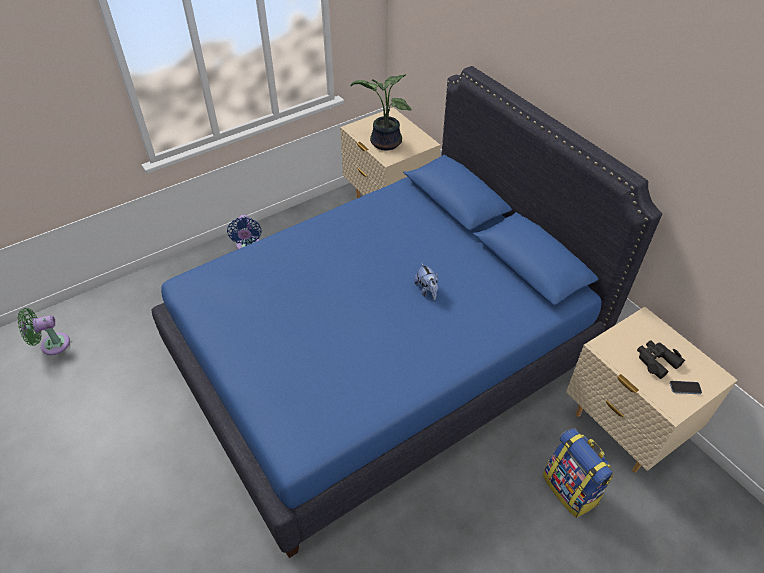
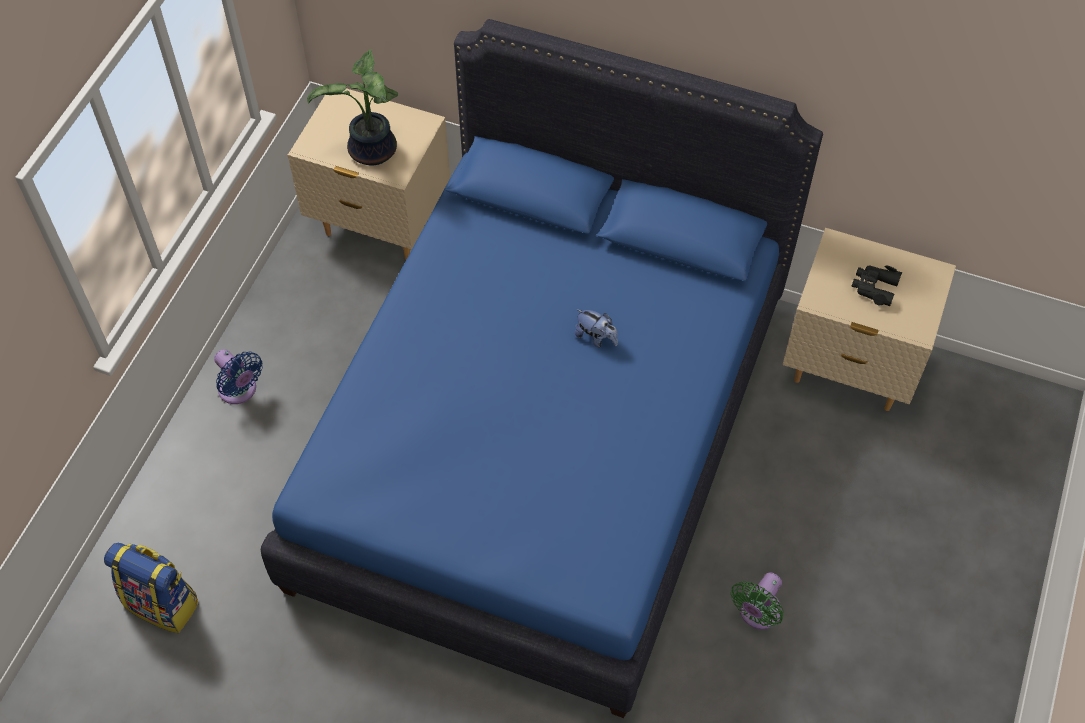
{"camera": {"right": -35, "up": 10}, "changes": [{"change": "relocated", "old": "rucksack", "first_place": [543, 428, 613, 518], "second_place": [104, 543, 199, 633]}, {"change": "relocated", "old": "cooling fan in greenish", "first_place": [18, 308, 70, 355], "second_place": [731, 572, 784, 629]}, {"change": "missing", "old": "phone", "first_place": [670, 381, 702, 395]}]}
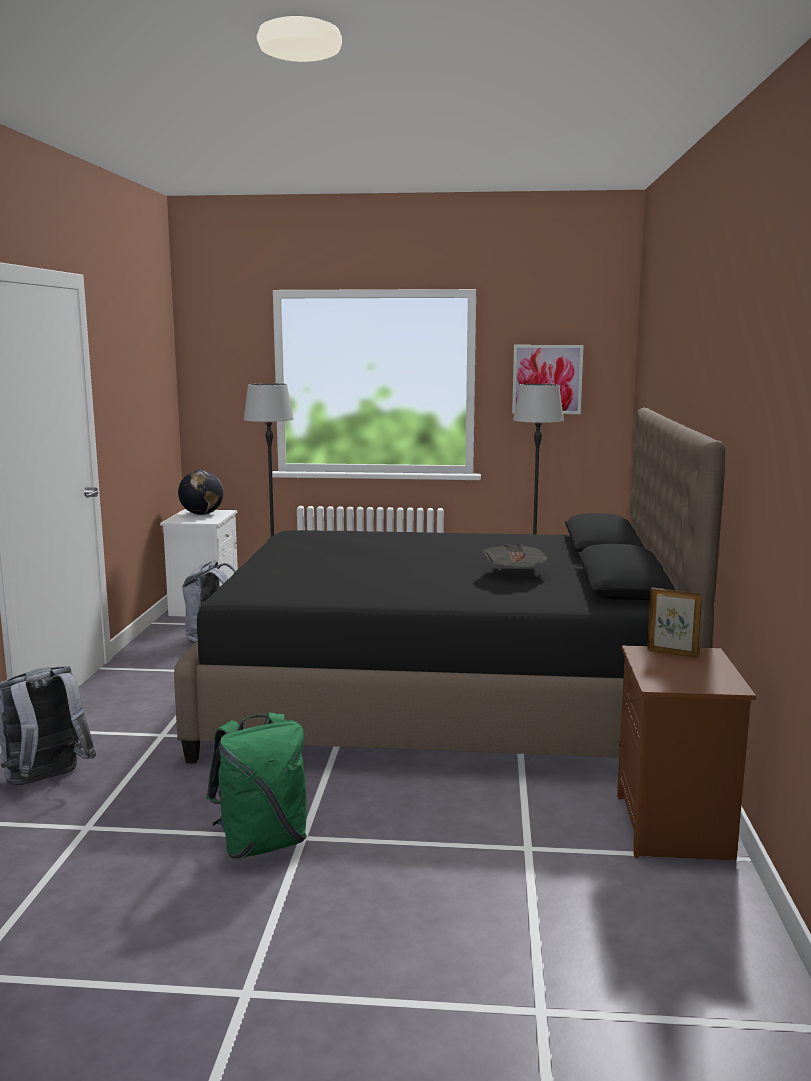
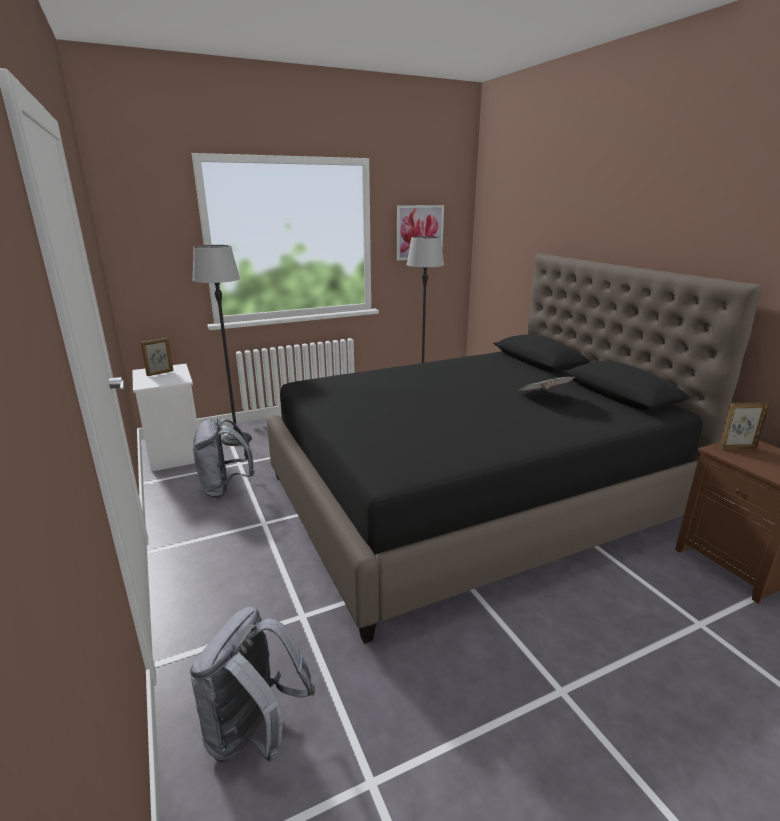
{"camera": {"right": -30, "up": 10}, "changes": [{"change": "exchanged", "old": "desk globe", "new": "picture frame", "first_place": [178, 470, 224, 515], "second_place": [141, 338, 174, 376]}, {"change": "missing", "old": "rucksack in greenish", "first_place": [206, 712, 307, 859]}]}
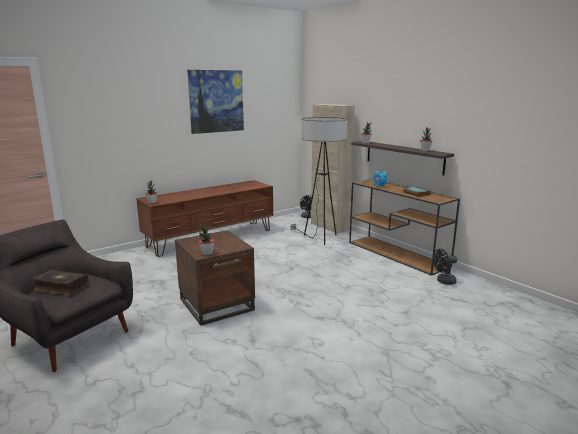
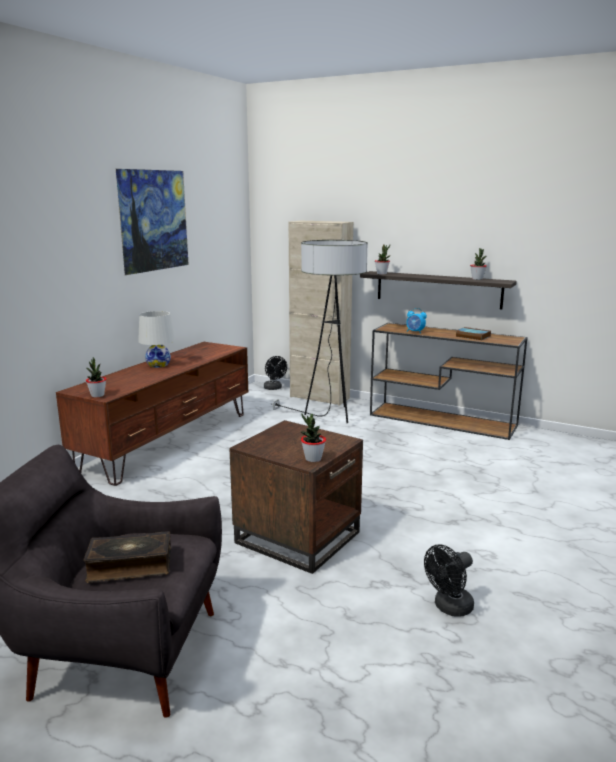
{"camera": {"right": -25, "up": 0}, "changes": [{"change": "appeared", "new": "table lamp in white", "second_place": [138, 311, 175, 368]}, {"change": "relocated", "old": "cooling fan in blackish", "first_place": [433, 249, 457, 285], "second_place": [424, 544, 474, 617]}]}
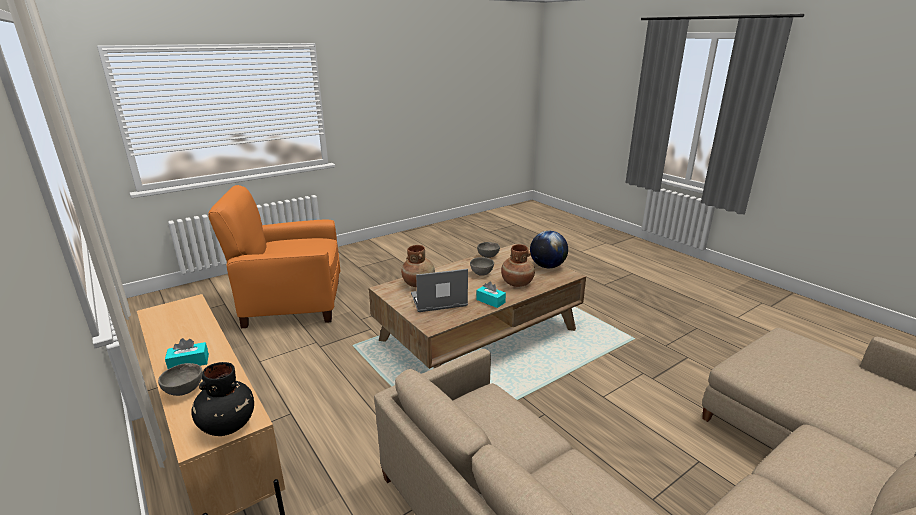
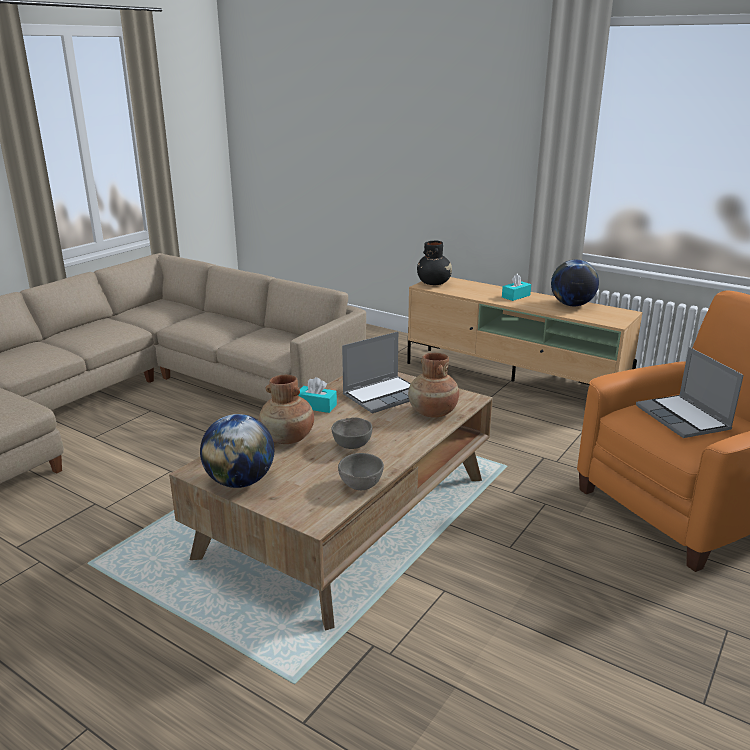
{"camera": {"right": 160, "up": 0}, "changes": [{"change": "appeared", "new": "desk globe", "second_place": [551, 260, 599, 306]}, {"change": "appeared", "new": "notebook computer", "second_place": [636, 347, 744, 438]}, {"change": "missing", "old": "deep dish in gray", "first_place": [158, 363, 203, 396]}]}
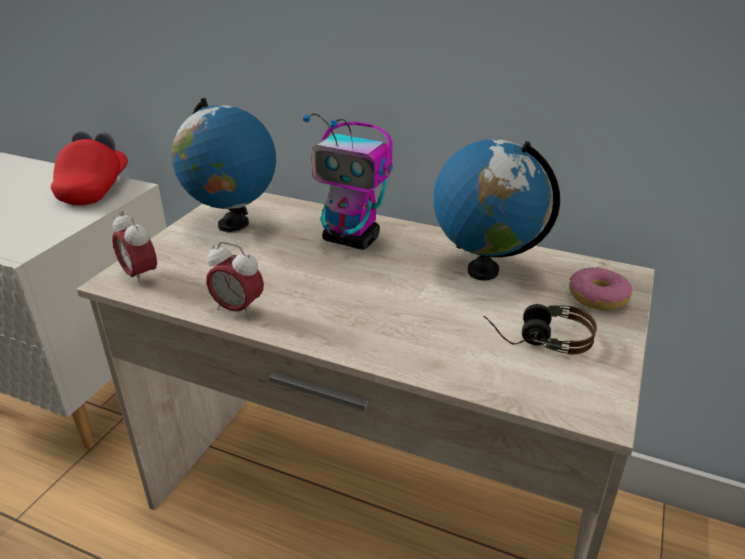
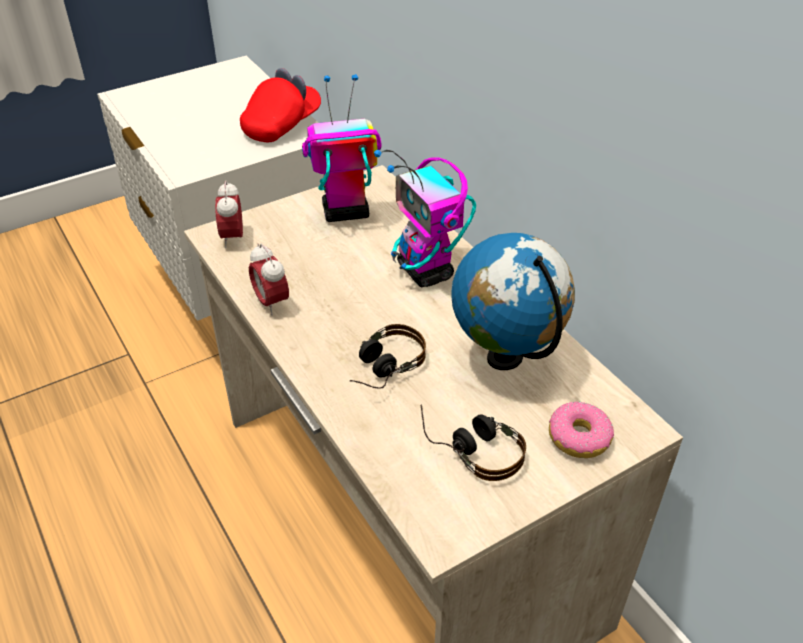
{"camera": {"right": 35, "up": 10}, "changes": [{"change": "exchanged", "old": "desk globe", "new": "toy robot", "first_place": [172, 98, 276, 232], "second_place": [302, 74, 382, 222]}, {"change": "appeared", "new": "headset", "second_place": [350, 324, 426, 388]}]}
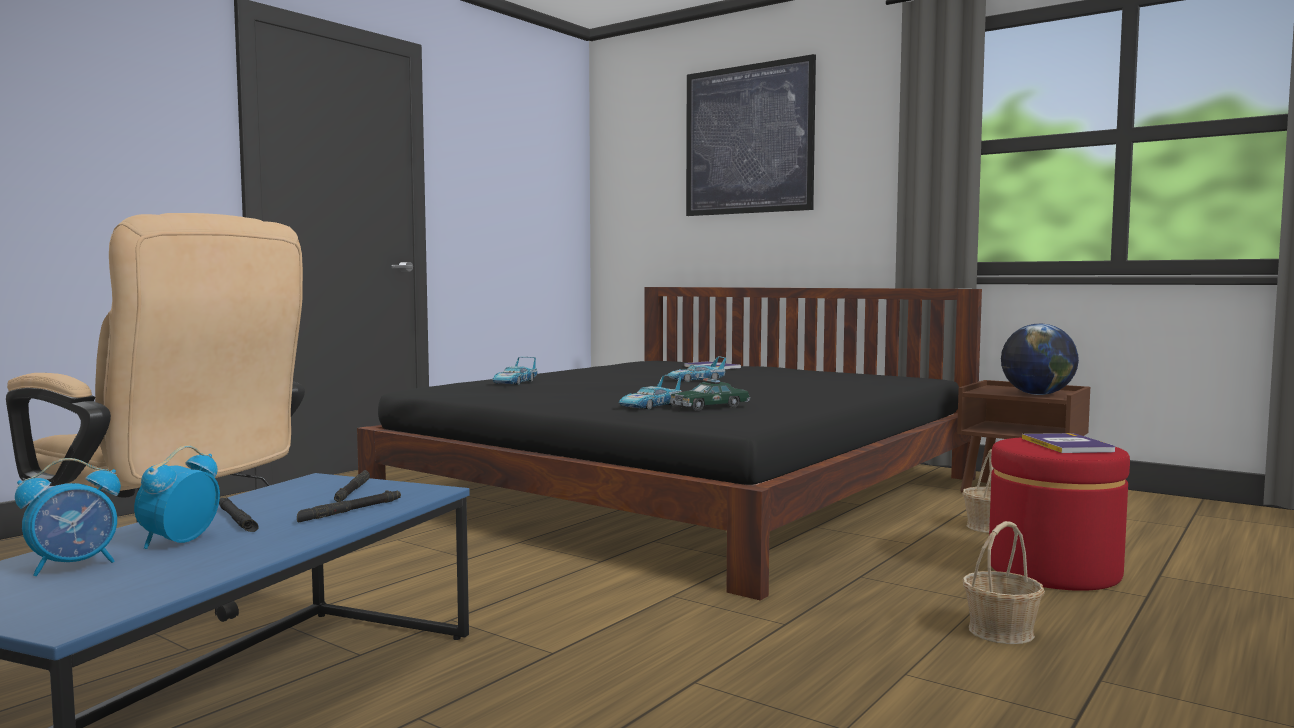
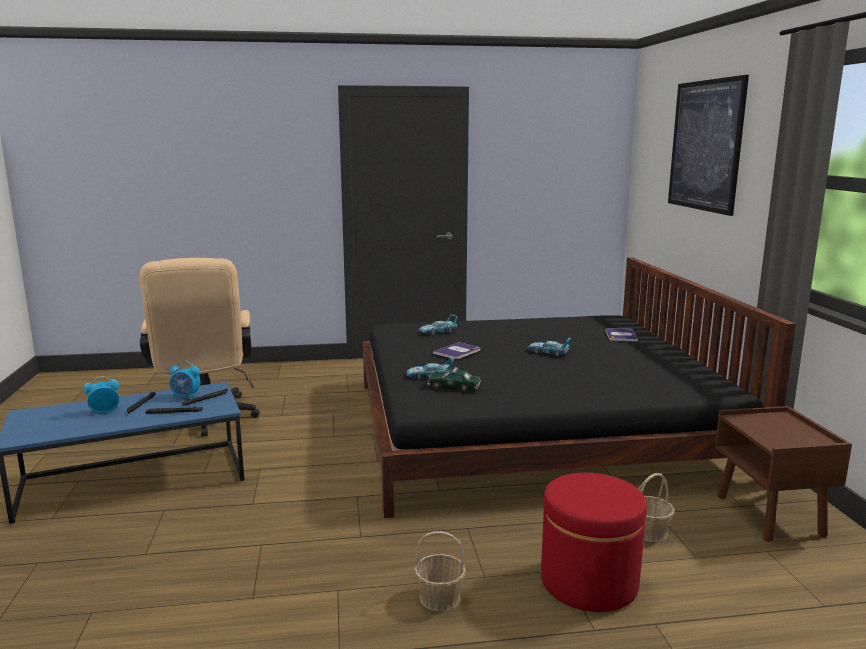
{"camera": {"right": 45, "up": 10}, "changes": [{"change": "relocated", "old": "table clock", "first_place": [15, 458, 121, 576], "second_place": [169, 361, 200, 398]}, {"change": "relocated", "old": "bound book", "first_place": [1022, 433, 1115, 453], "second_place": [433, 342, 480, 359]}, {"change": "missing", "old": "desk globe", "first_place": [1001, 323, 1079, 395]}]}
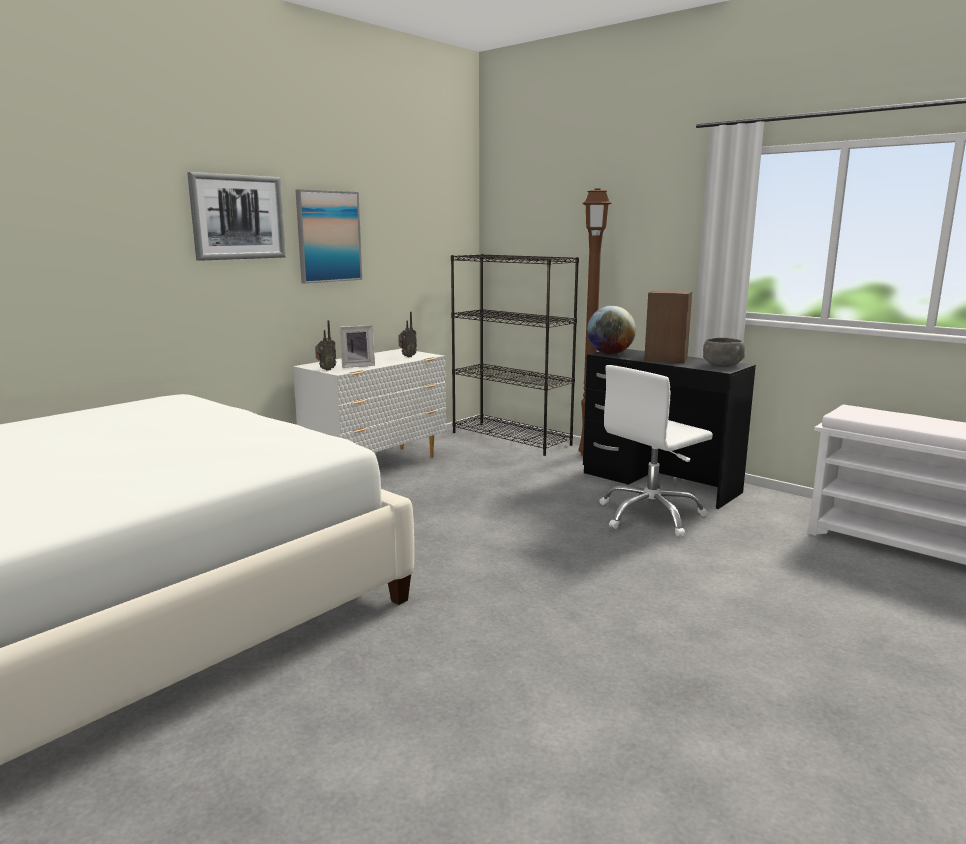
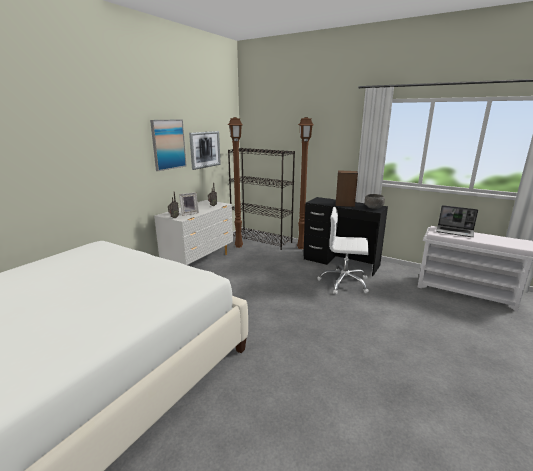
{"camera": {"right": -10, "up": 5}, "changes": [{"change": "relocated", "old": "wall picture", "first_place": [187, 172, 286, 261], "second_place": [189, 131, 221, 170]}, {"change": "appeared", "new": "standing lamp in brownish", "second_place": [228, 117, 243, 248]}, {"change": "spun", "old": "desk chair in white", "first_place": [599, 365, 713, 537], "second_place": [317, 207, 369, 294], "degrees": 60}, {"change": "appeared", "new": "notebook computer", "second_place": [436, 205, 478, 237]}, {"change": "missing", "old": "desk globe", "first_place": [587, 306, 636, 354]}]}
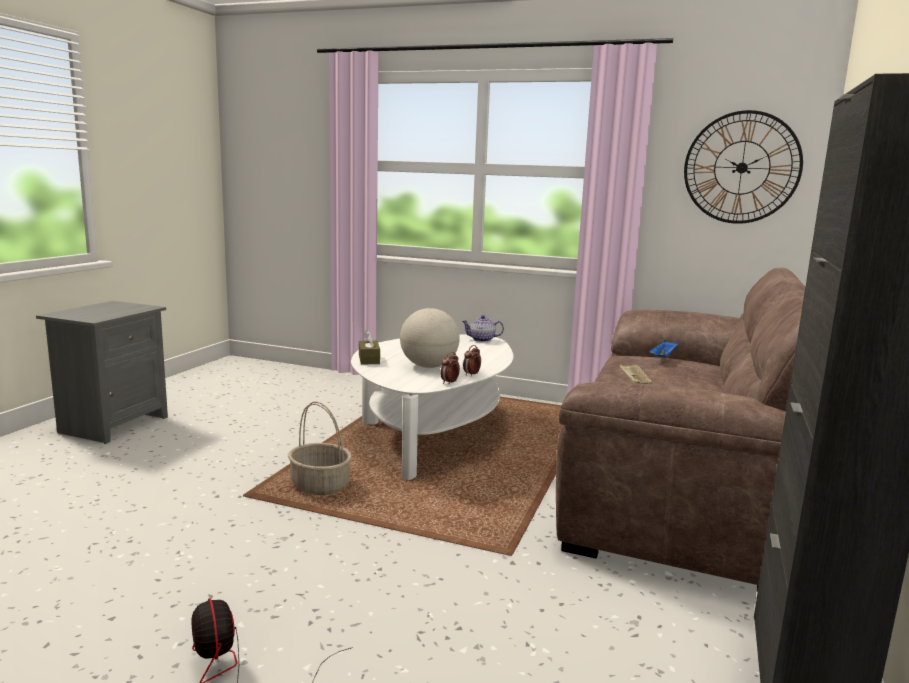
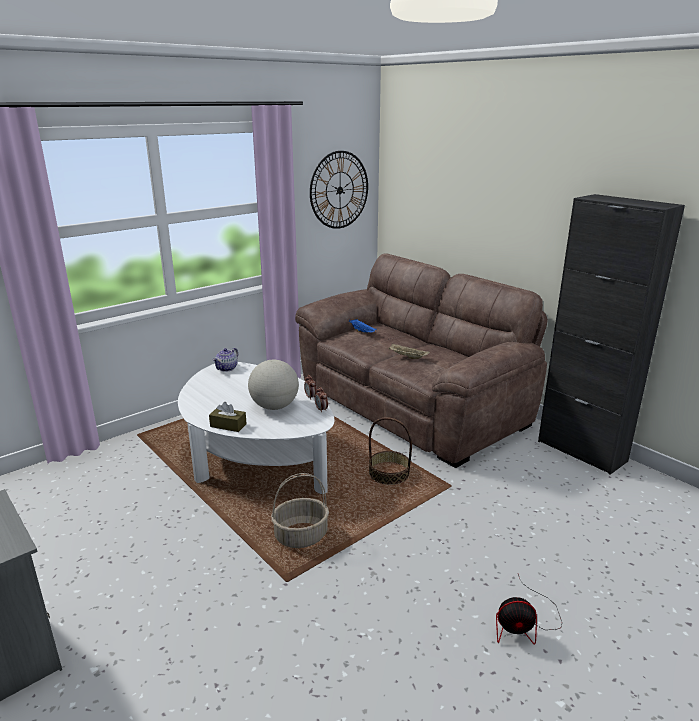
{"camera": {"right": -60, "up": 10}, "changes": [{"change": "appeared", "new": "household basket", "second_place": [369, 417, 412, 485]}]}
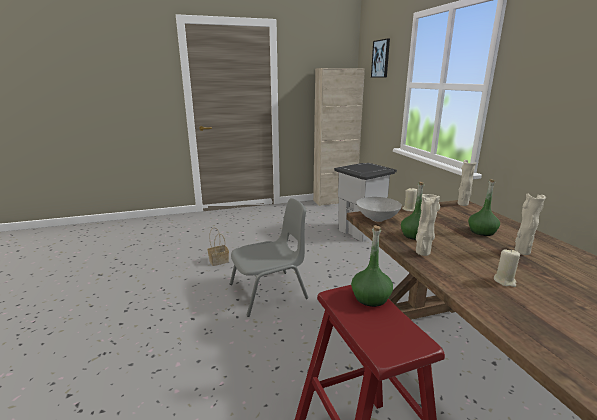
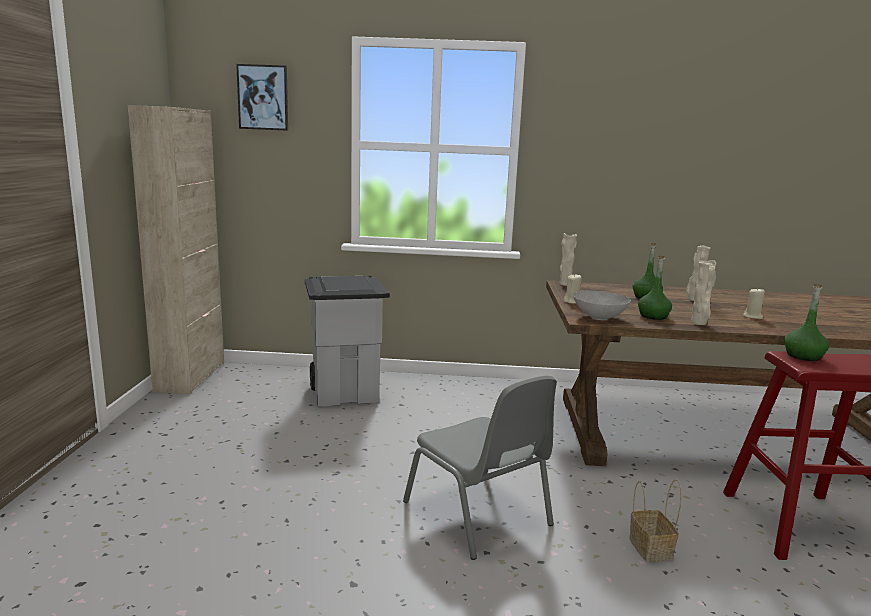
{"camera": {"right": -70, "up": -5}, "changes": [{"change": "spun", "old": "plain chair in gray", "first_place": [230, 198, 308, 317], "second_place": [403, 376, 557, 560], "degrees": 150}, {"change": "relocated", "old": "household basket", "first_place": [207, 227, 229, 266], "second_place": [629, 479, 682, 562]}]}
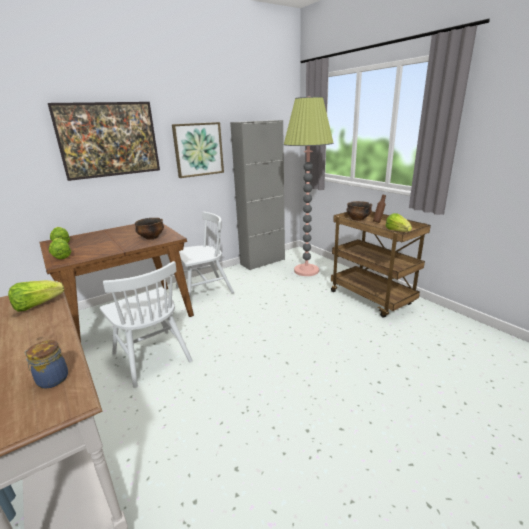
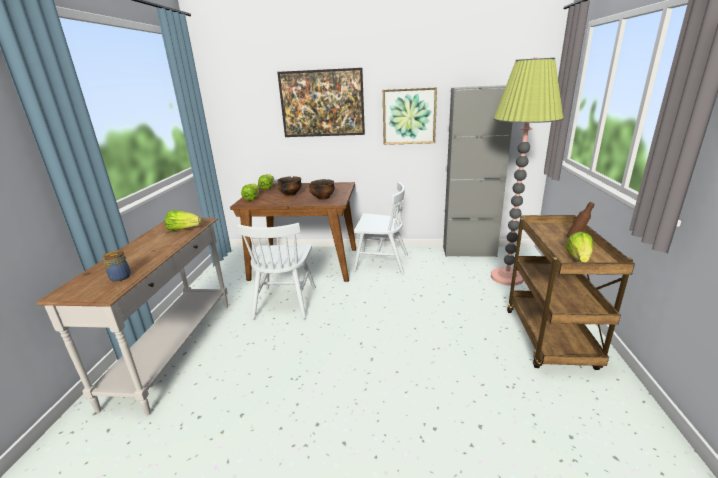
{"camera": {"right": 40, "up": 0}, "changes": [{"change": "relocated", "old": "deep dish", "first_place": [346, 201, 372, 221], "second_place": [277, 176, 302, 196]}]}
